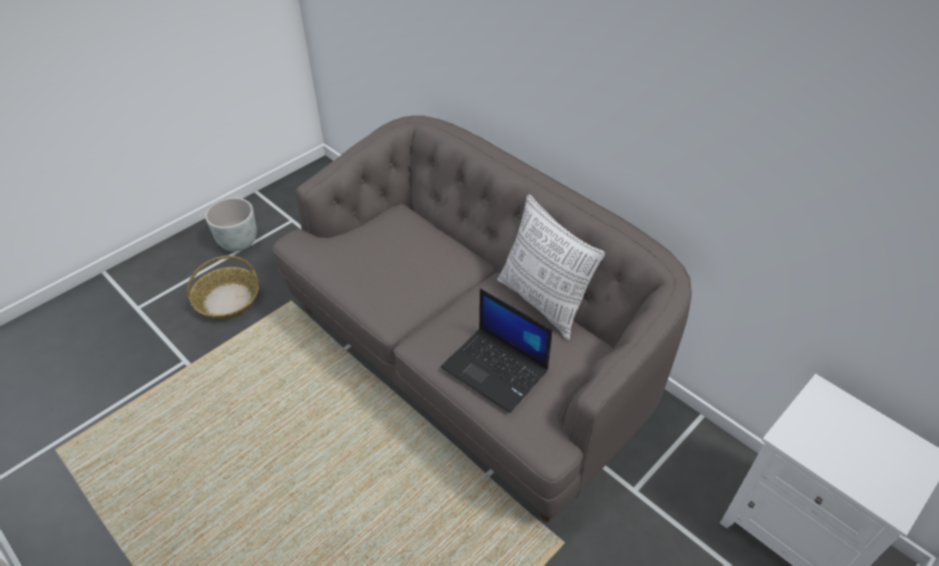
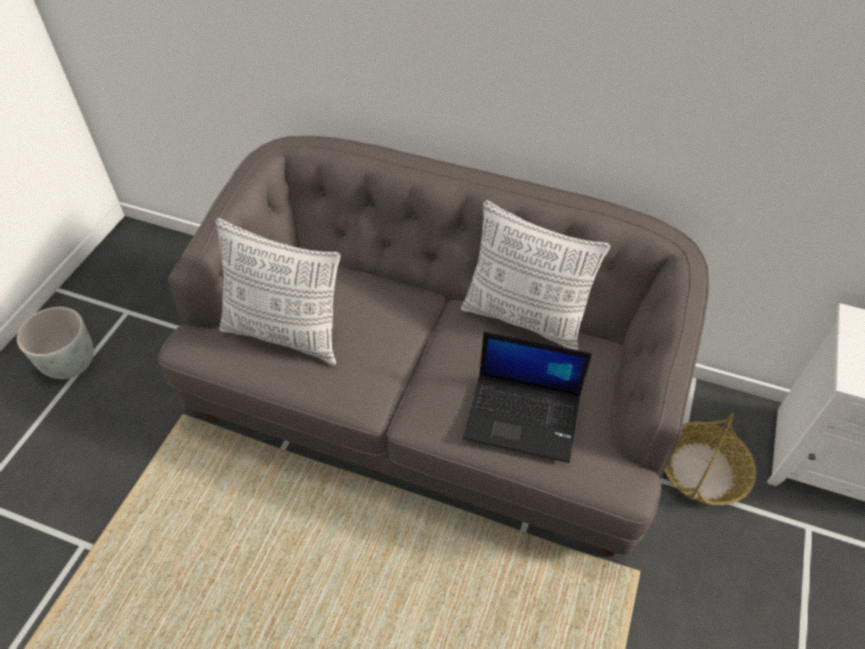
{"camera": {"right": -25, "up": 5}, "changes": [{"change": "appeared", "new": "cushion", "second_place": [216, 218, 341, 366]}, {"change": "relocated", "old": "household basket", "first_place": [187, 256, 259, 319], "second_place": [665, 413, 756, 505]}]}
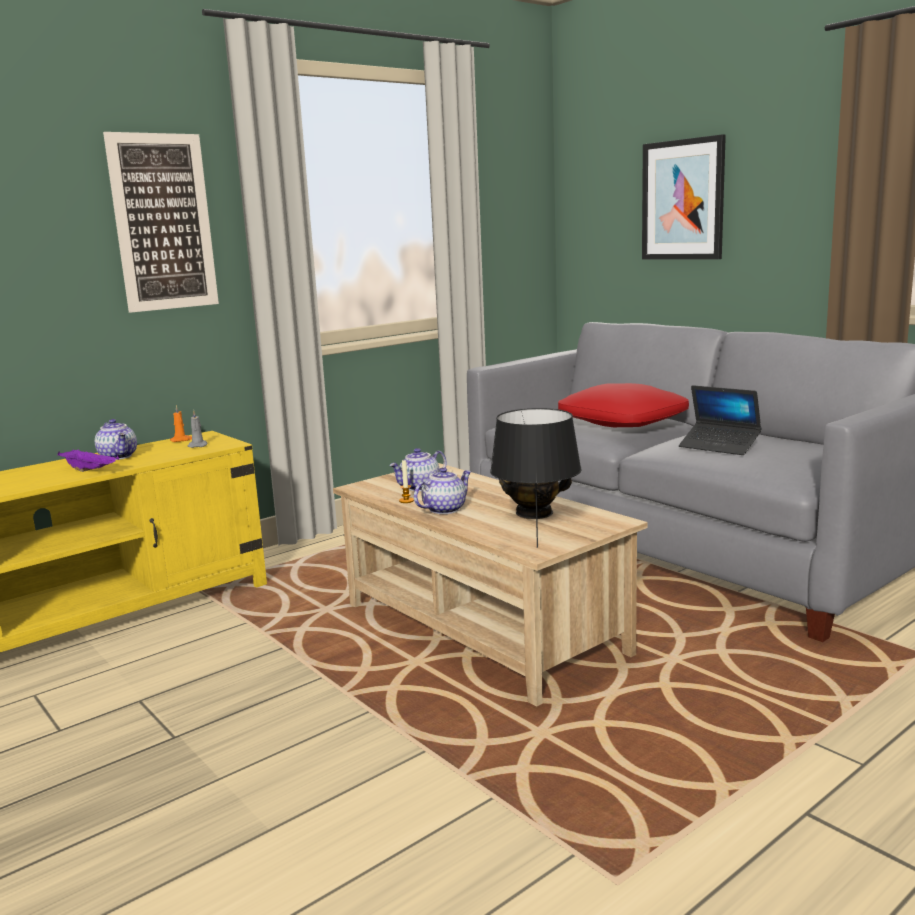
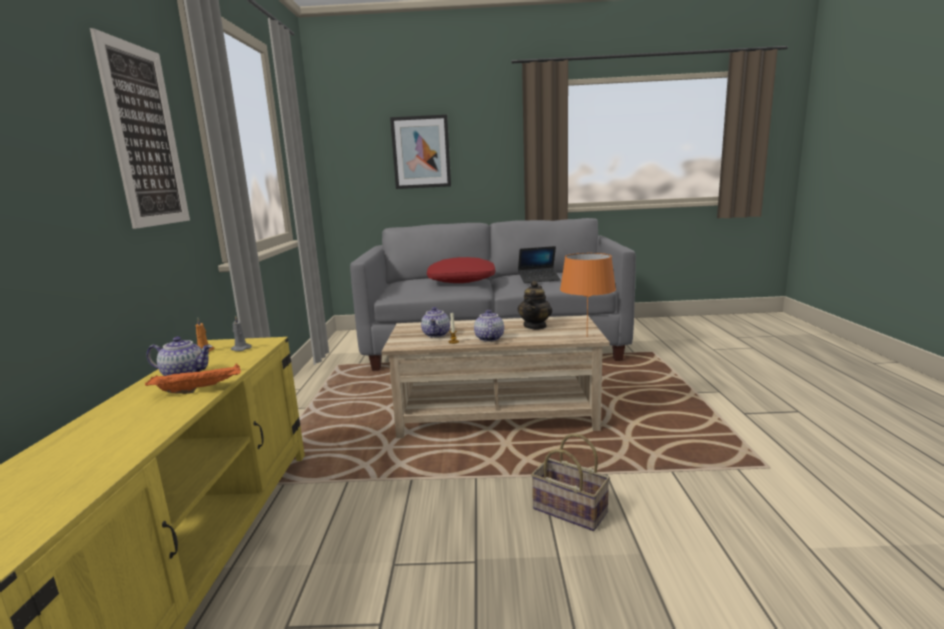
{"camera": {"right": -50, "up": 0}, "changes": [{"change": "colour", "old": "carrying tray in purplish", "new": "carrying tray in orange-coloured", "first_place": [58, 449, 119, 472], "second_place": [145, 363, 241, 394]}, {"change": "appeared", "new": "household basket", "second_place": [531, 433, 610, 531]}, {"change": "colour", "old": "table lamp in blackish", "new": "table lamp in orange-coloured", "first_place": [490, 408, 581, 548], "second_place": [560, 253, 616, 332]}]}
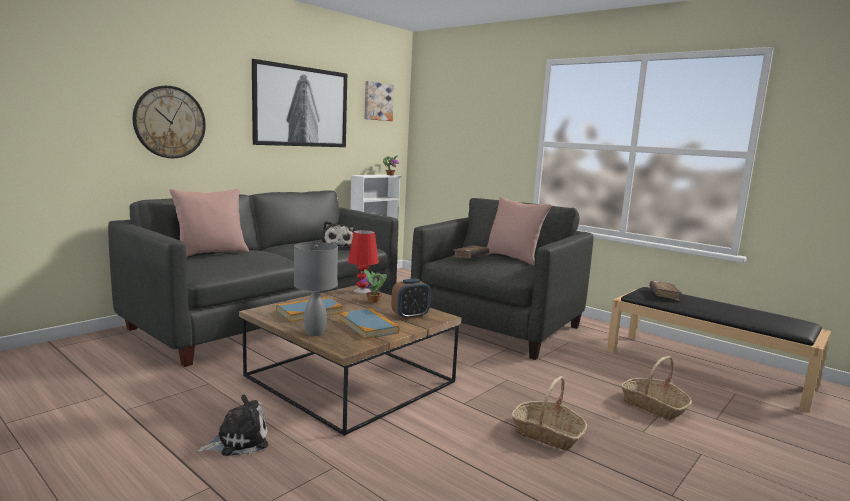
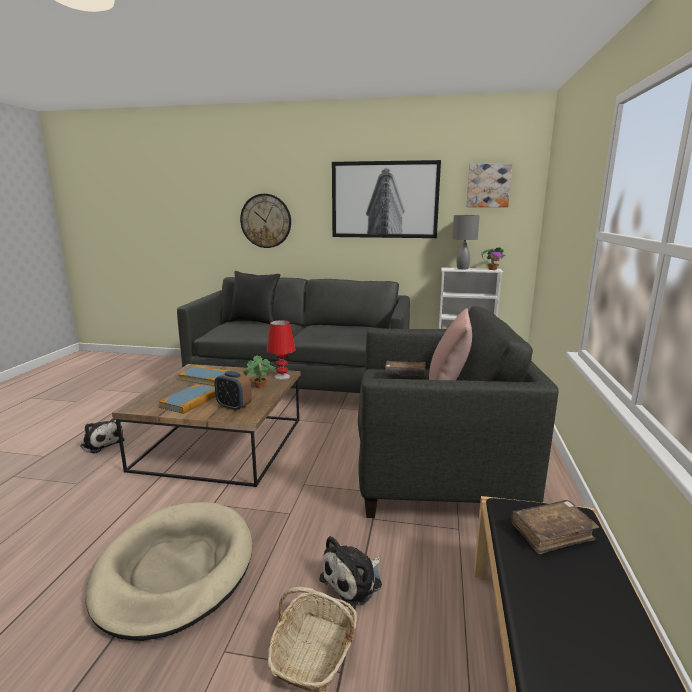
{"camera": {"right": 60, "up": 5}, "changes": [{"change": "exchanged", "old": "household basket", "new": "dog cushion in beige-coloured", "first_place": [511, 376, 587, 451], "second_place": [86, 502, 253, 641]}, {"change": "colour", "old": "cushion in pink-coloured", "new": "cushion in blackish", "first_place": [169, 189, 249, 257], "second_place": [229, 271, 280, 324]}, {"change": "relocated", "old": "plush toy", "first_place": [322, 221, 356, 247], "second_place": [319, 536, 382, 606]}, {"change": "relocated", "old": "table lamp in gray", "first_place": [294, 242, 338, 336], "second_place": [452, 214, 480, 269]}]}
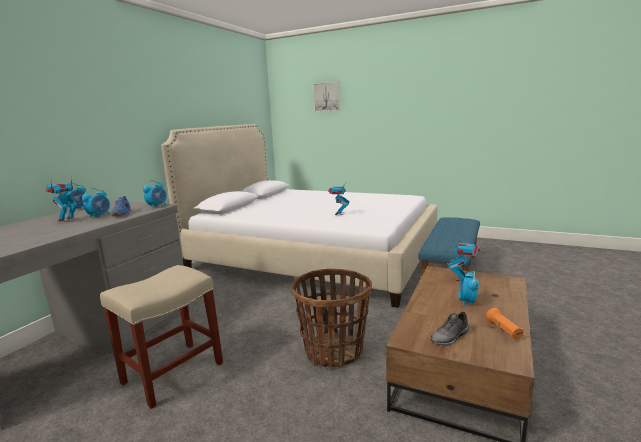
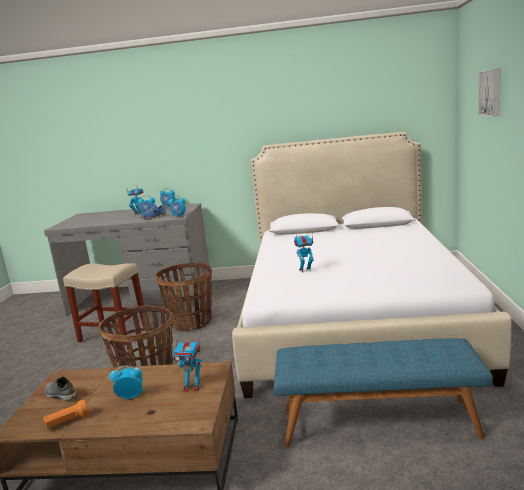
{"camera": {"right": 70, "up": 0}, "changes": [{"change": "appeared", "new": "household basket", "second_place": [155, 262, 212, 331]}]}
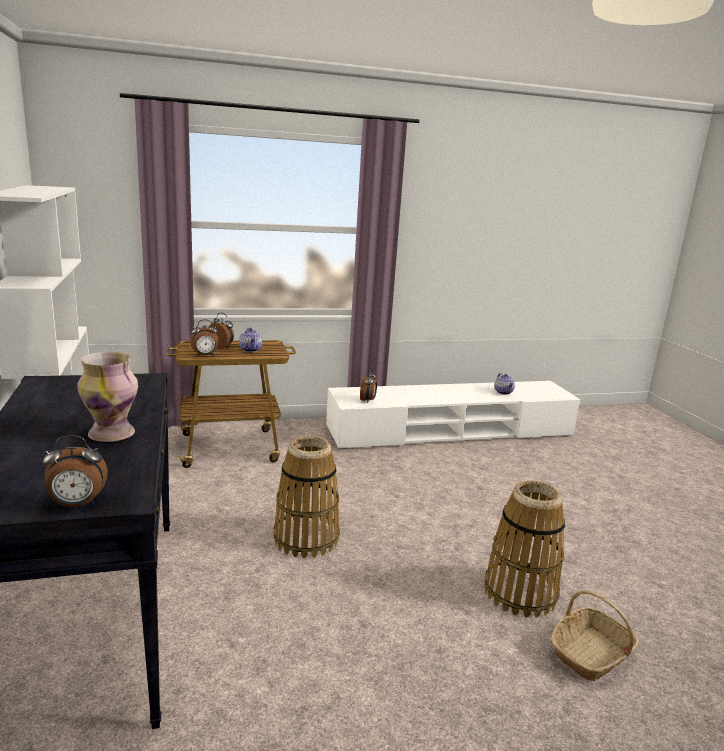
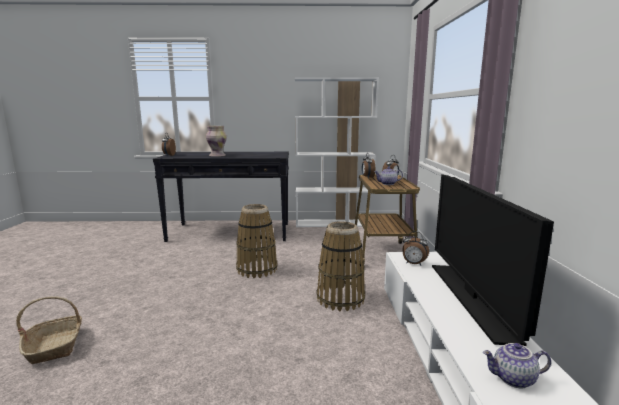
{"camera": {"right": 105, "up": -5}, "changes": [{"change": "relocated", "old": "household basket", "first_place": [484, 481, 565, 618], "second_place": [316, 221, 365, 311]}, {"change": "appeared", "new": "TV", "second_place": [432, 174, 554, 346]}]}
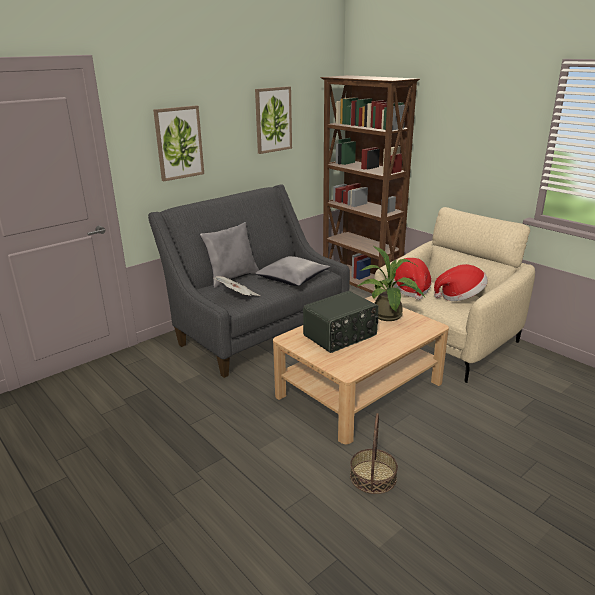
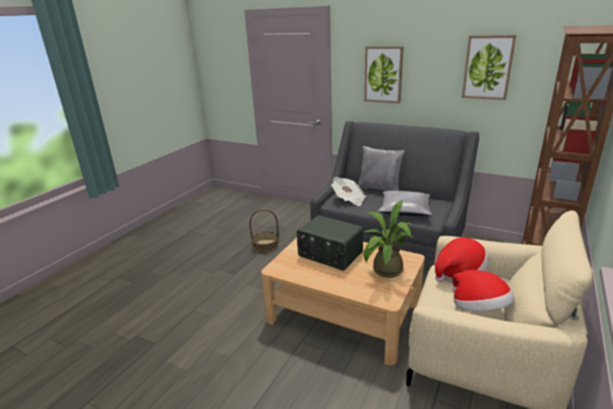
{"camera": {"right": 70, "up": 0}, "changes": [{"change": "relocated", "old": "household basket", "first_place": [350, 413, 398, 494], "second_place": [249, 209, 279, 252]}]}
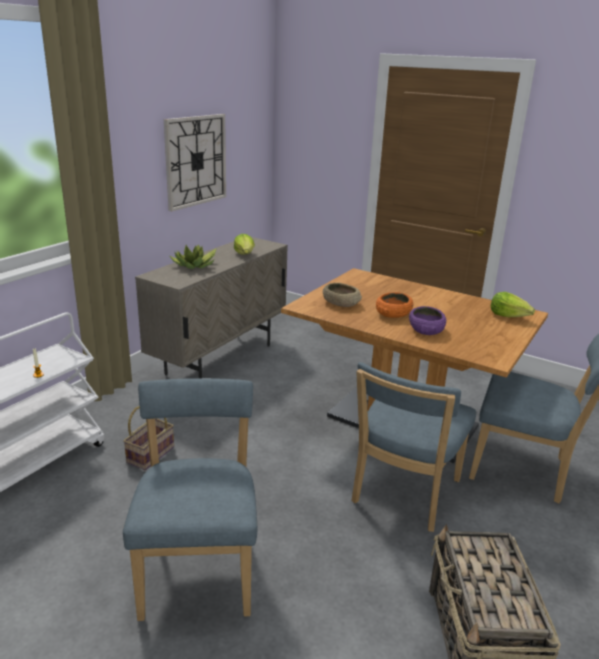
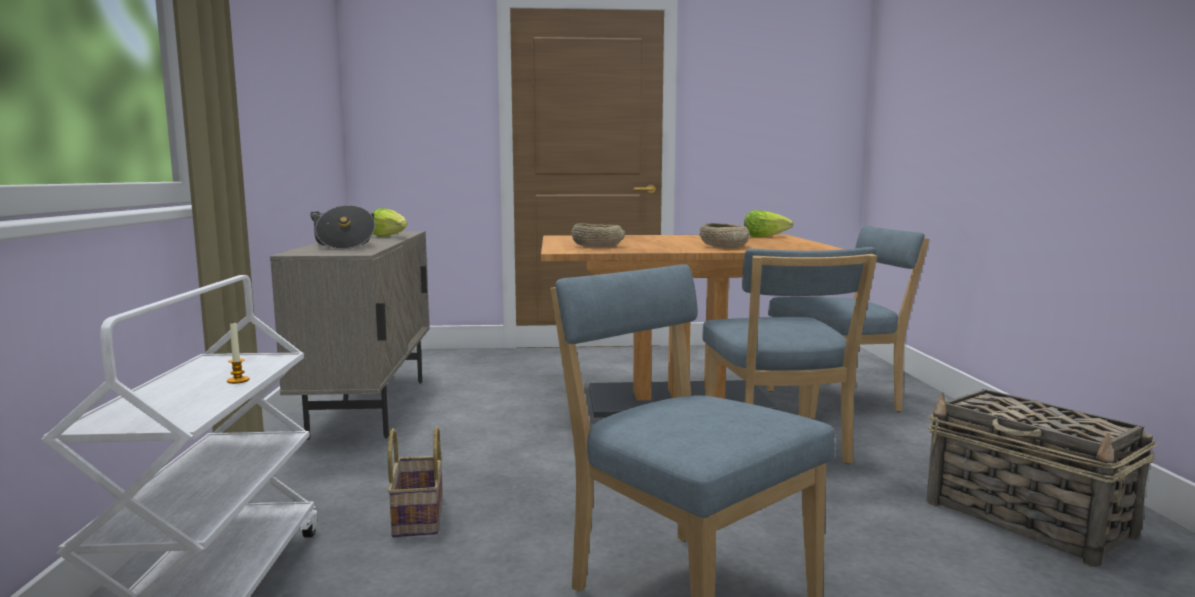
{"camera": {"right": -35, "up": -15}, "changes": [{"change": "exchanged", "old": "potted plant", "new": "saucepot", "first_place": [170, 244, 217, 269], "second_place": [310, 205, 375, 249]}, {"change": "colour", "old": "deep dish in purplish", "new": "deep dish in beige-coloured", "first_place": [409, 306, 446, 335], "second_place": [699, 223, 750, 248]}, {"change": "missing", "old": "clock on the wall", "first_place": [164, 114, 226, 212]}, {"change": "missing", "old": "deep dish in orange-coloured", "first_place": [376, 292, 414, 318]}]}
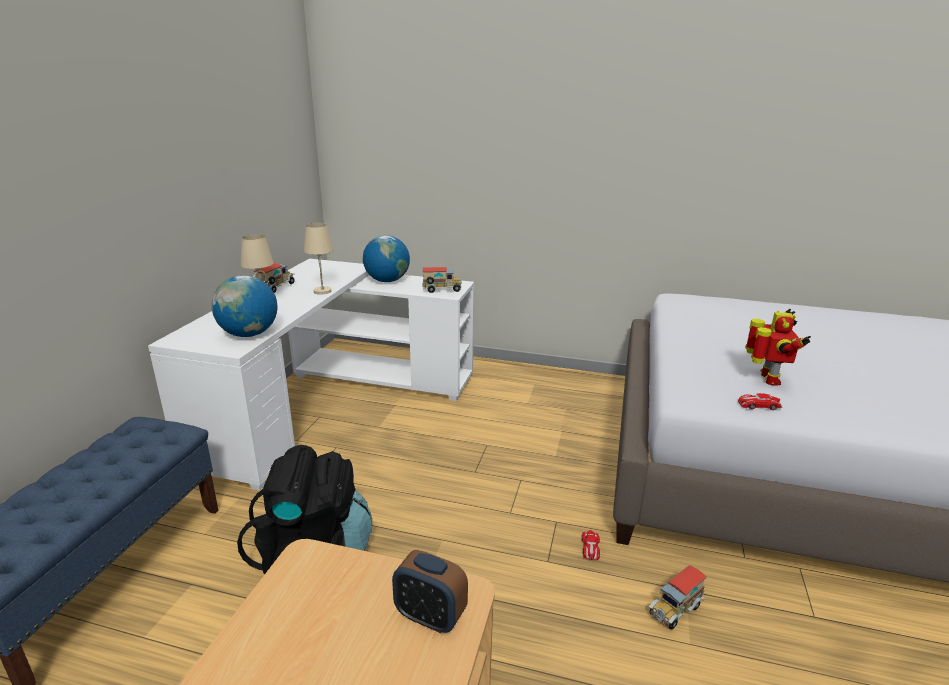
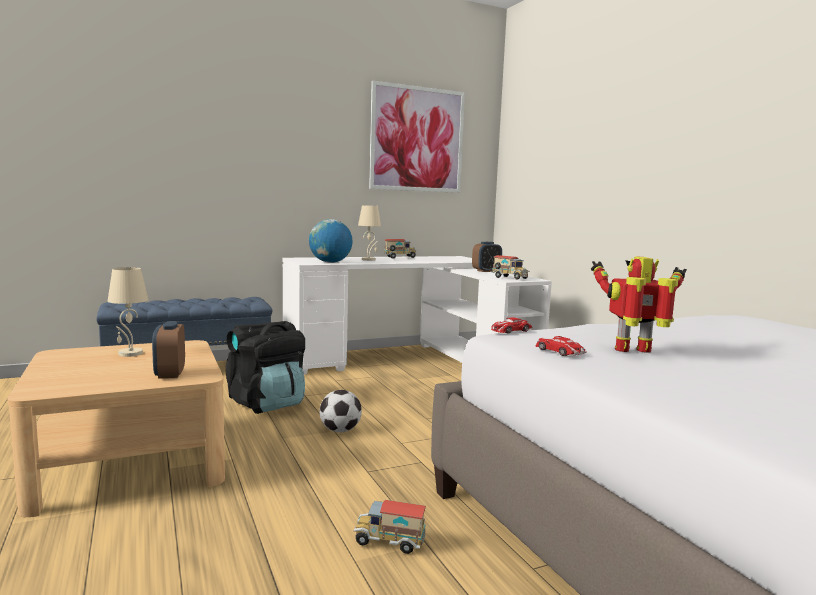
{"camera": {"right": 50, "up": -15}, "changes": [{"change": "relocated", "old": "table lamp in beige-coloured", "first_place": [303, 223, 334, 295], "second_place": [108, 267, 148, 357]}, {"change": "appeared", "new": "football ball", "second_place": [320, 390, 362, 432]}, {"change": "appeared", "new": "wall picture", "second_place": [369, 81, 465, 193]}, {"change": "exchanged", "old": "desk globe", "new": "table clock", "first_place": [363, 235, 410, 282], "second_place": [472, 242, 502, 272]}, {"change": "relocated", "old": "toy car", "first_place": [581, 530, 600, 560], "second_place": [491, 317, 533, 334]}, {"change": "spun", "old": "toy robot", "first_place": [745, 309, 811, 385], "second_place": [591, 256, 687, 353], "degrees": -150}]}
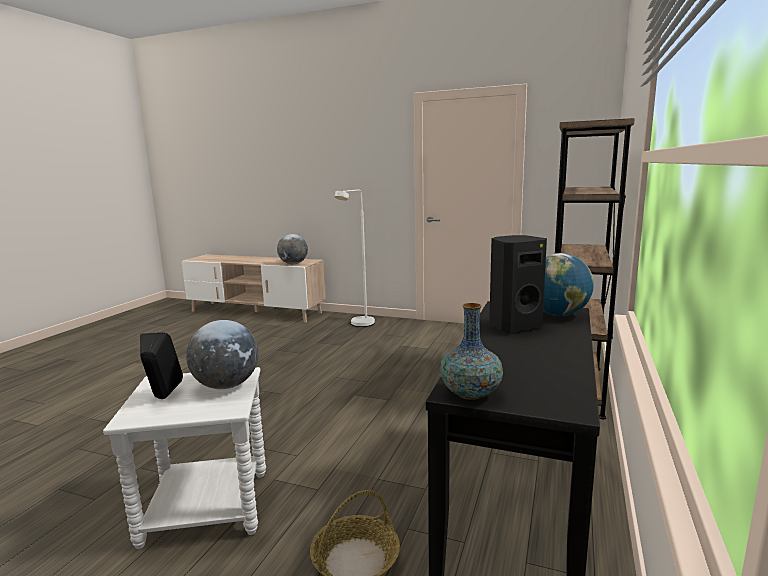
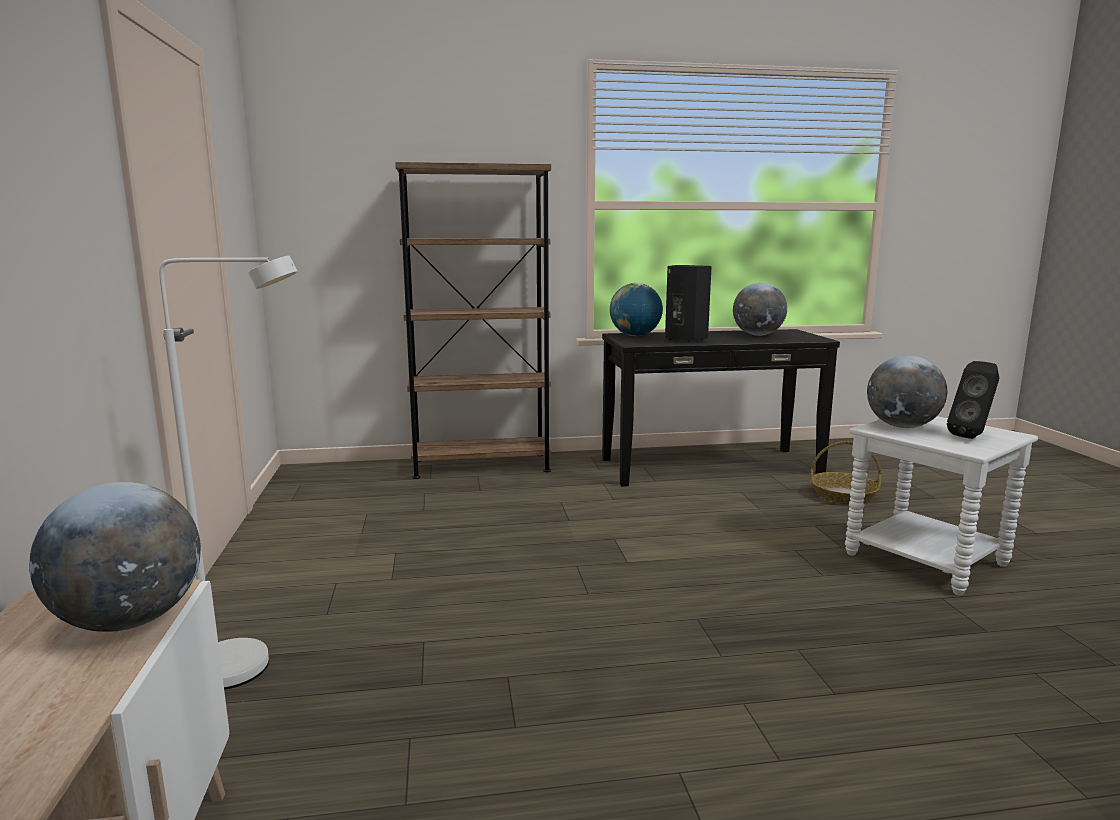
{"camera": {"right": -120, "up": 0}, "changes": [{"change": "appeared", "new": "desk globe", "second_place": [733, 283, 787, 336]}, {"change": "missing", "old": "vase", "first_place": [440, 303, 503, 400]}]}
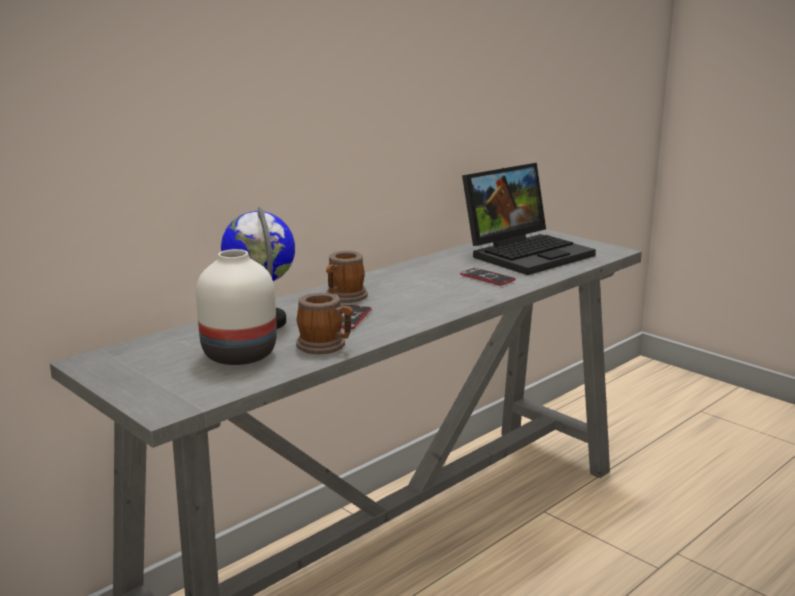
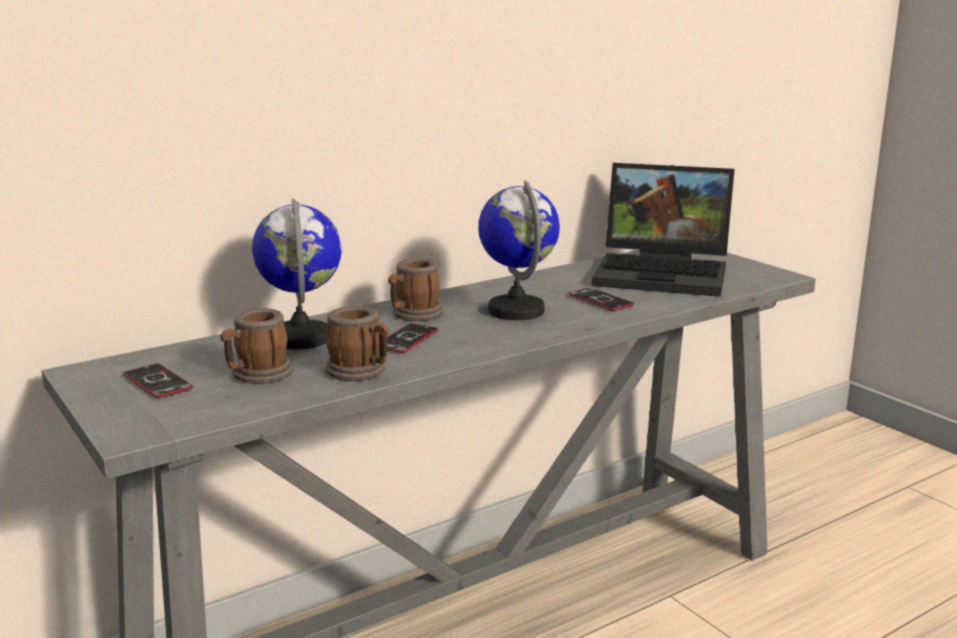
{"camera": {"right": 10, "up": 0}, "changes": [{"change": "appeared", "new": "phone", "second_place": [123, 364, 193, 398]}, {"change": "exchanged", "old": "vase in white", "new": "coffee mug", "first_place": [196, 249, 277, 365], "second_place": [220, 308, 294, 384]}, {"change": "appeared", "new": "desk globe", "second_place": [478, 180, 560, 320]}, {"change": "spun", "old": "notebook computer", "first_place": [462, 163, 596, 275], "second_place": [592, 163, 735, 297], "degrees": 45}]}
